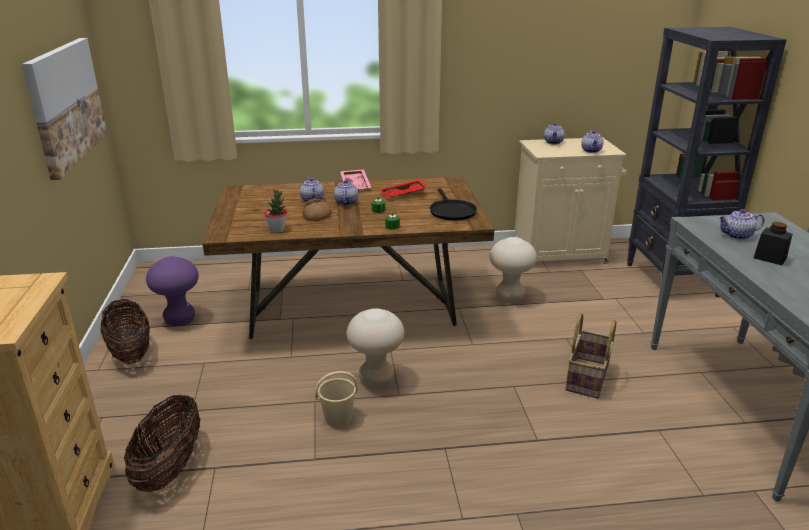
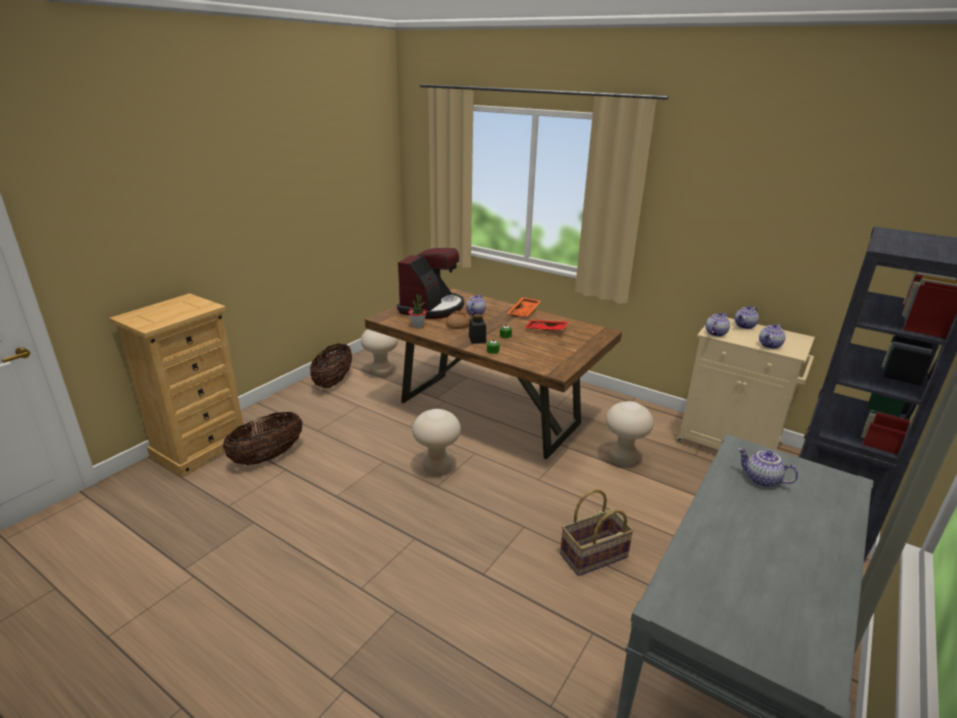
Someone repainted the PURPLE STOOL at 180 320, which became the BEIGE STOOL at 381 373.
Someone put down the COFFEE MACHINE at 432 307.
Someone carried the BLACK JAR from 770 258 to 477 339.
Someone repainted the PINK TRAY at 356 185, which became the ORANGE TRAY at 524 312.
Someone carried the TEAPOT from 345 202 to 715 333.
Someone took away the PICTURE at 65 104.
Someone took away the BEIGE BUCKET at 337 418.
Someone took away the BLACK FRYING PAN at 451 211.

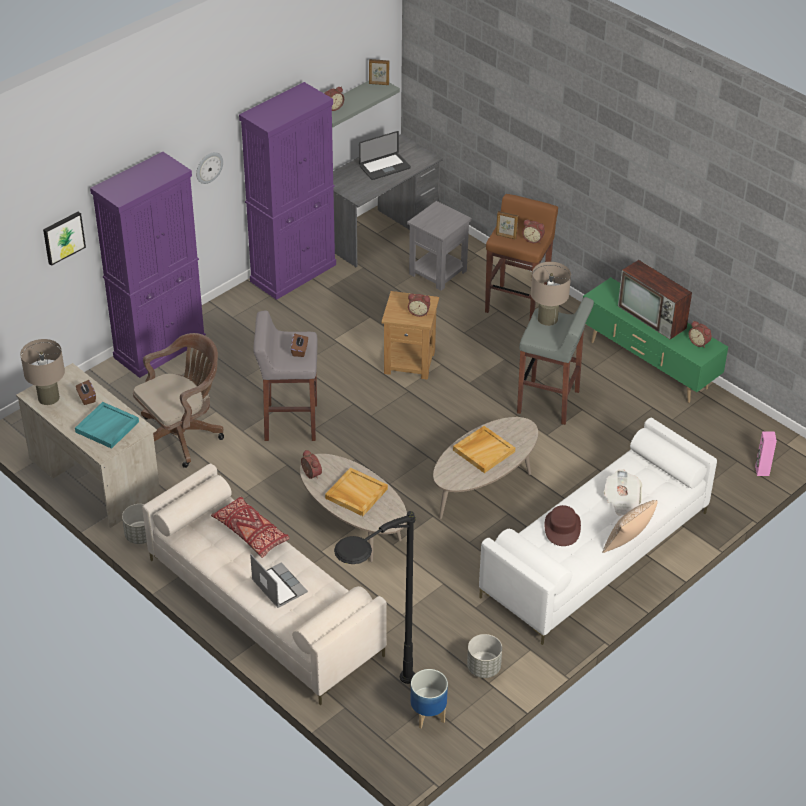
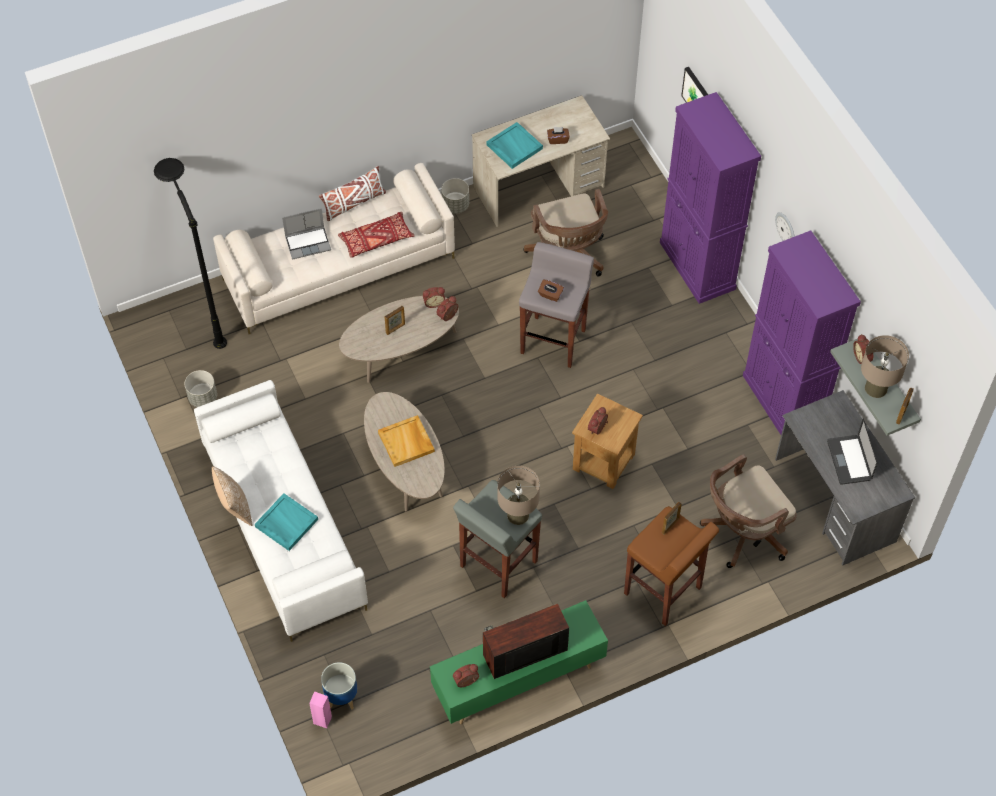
Someone swapped the NEWSPAPER at 622 501 for the TURQUOISE TRAY at 286 523.
Someone put down the WHITE PILLOW at 353 204.
Someone carried the PLANTER from 427 714 to 342 697.
Someone swapped the BEIGE TRAY at 355 494 for the PICTURE FRAME at 395 328.
Someone carried the ALARM CLOCK from 533 239 to 448 316.
Someone swapped the GREY SIDE TABLE at 437 273 for the BROWN OFFICE CHAIR at 742 533.
Someone carried the BEIGE TABLE LAMP from 48 397 to 876 388.
Someone took away the BROWN HAT at 562 528.

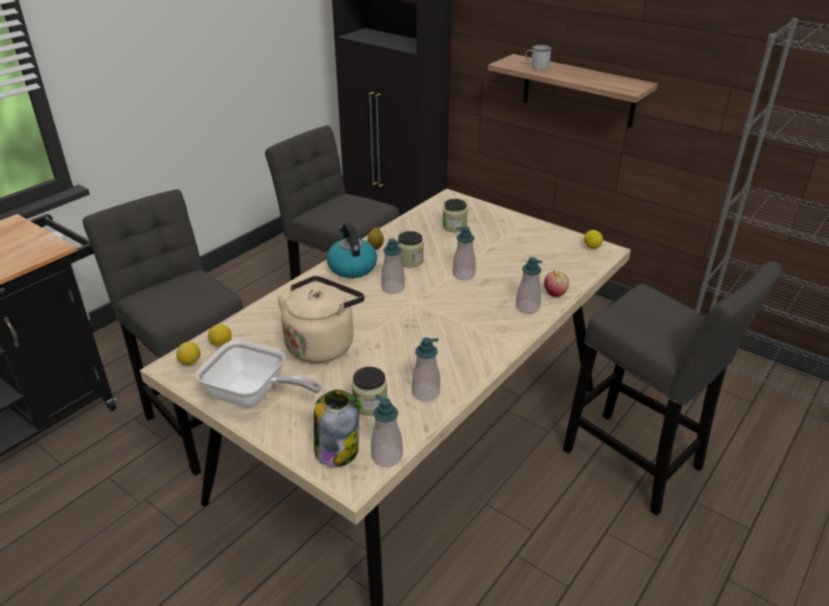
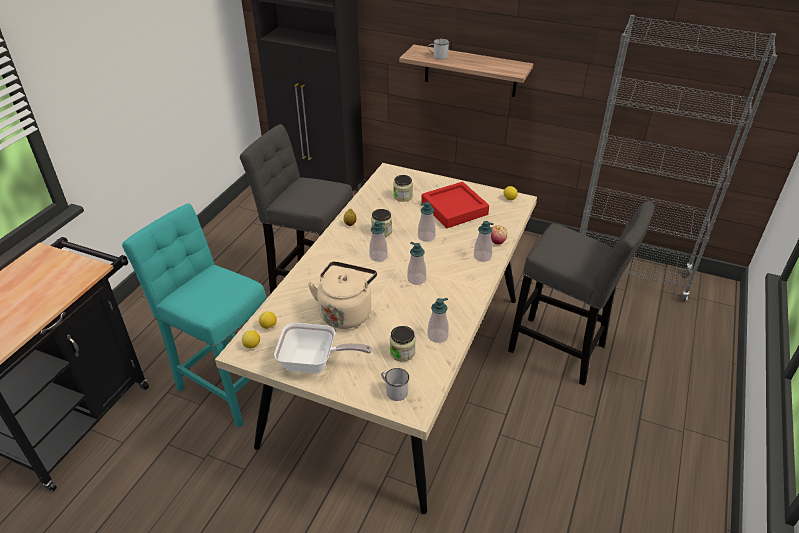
Someone repainted the GREY STOOL at 202 422, which became the TURQUOISE STOOL at 227 384.
Someone swapped the JAR at 337 449 for the WHITE MUG at 394 390.
Someone carried the SOAP DISPENSER from 387 456 to 416 279.
Someone put down the RED TRAY at 454 209.
Someone took away the KETTLE at 351 267.

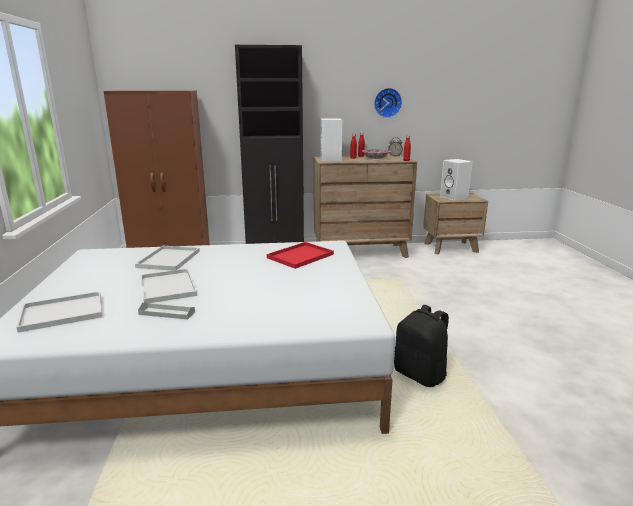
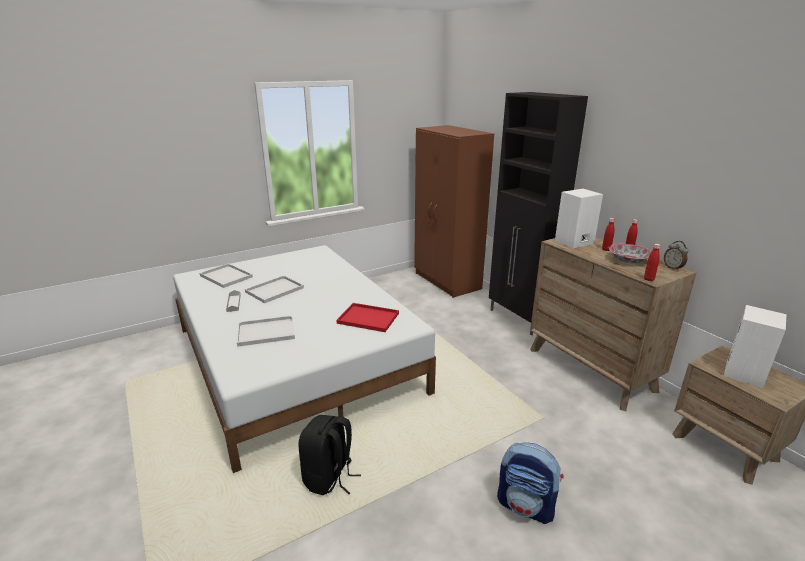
Someone carried the WHITE TRAY from 169 259 to 265 332.
Someone put down the BACKPACK at 526 506.
Someone took away the WALL CLOCK at 387 102.

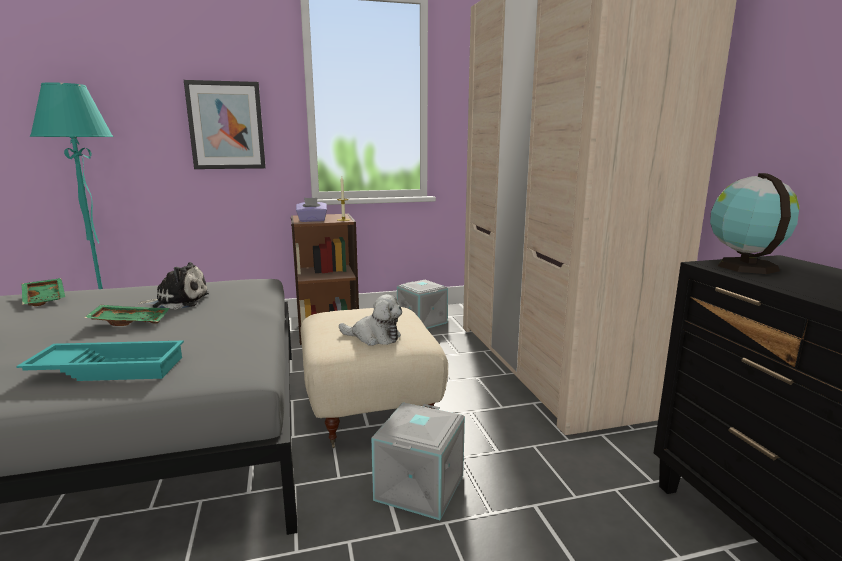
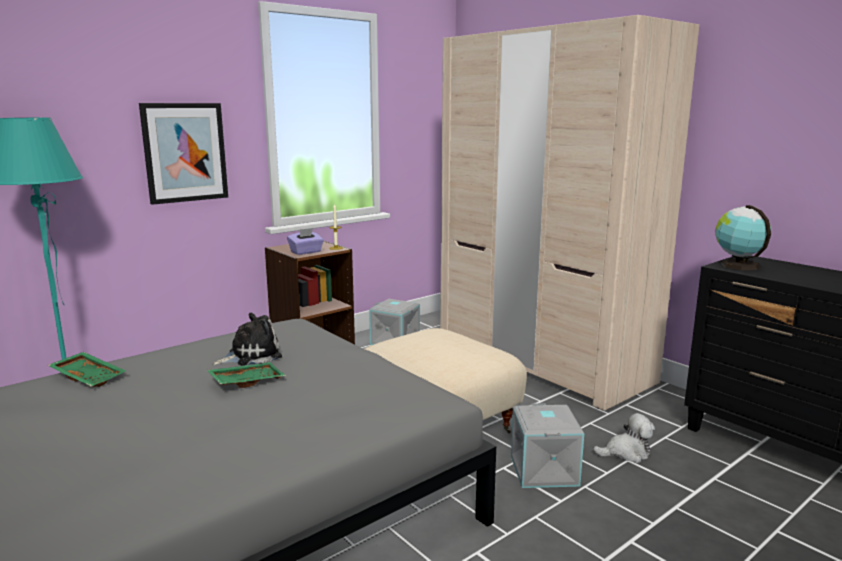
Someone carried the PLUSH TOY from 374 337 to 626 453.
Someone took away the TURQUOISE TRAY at 110 368.

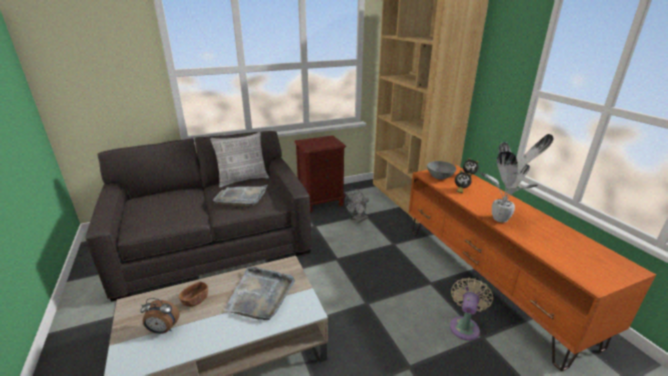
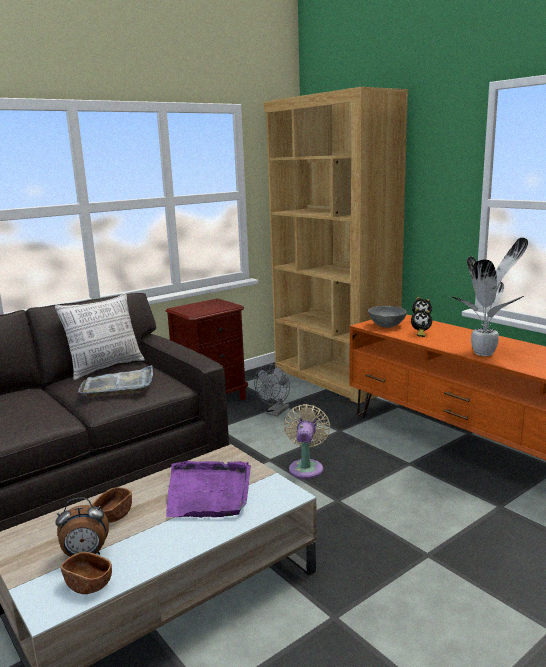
Someone put down the BROWN BOWL at 89 584.
Someone repainted the GREY TRAY at 260 295, which became the PURPLE TRAY at 208 492.
Someone carried the BEIGE FAN from 465 326 to 306 467.

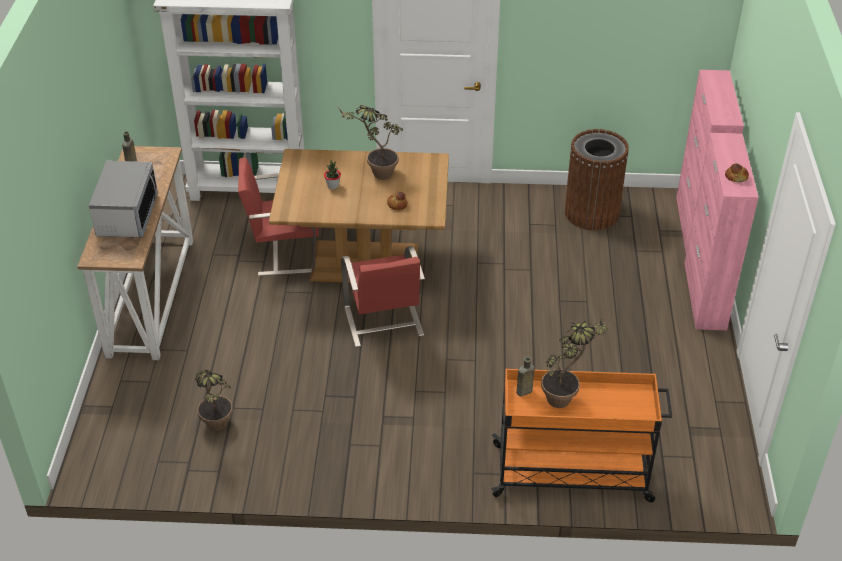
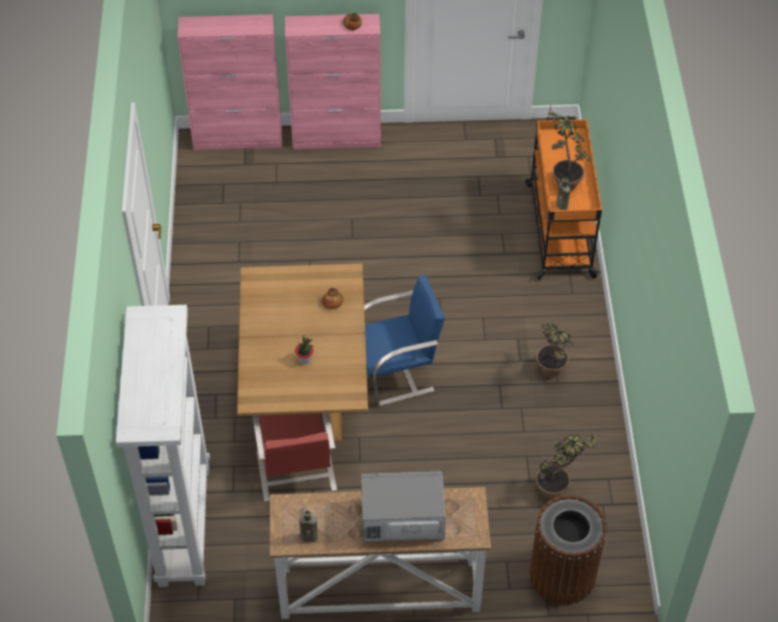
Someone repainted the RED CHAIR at 383 322, which became the BLUE CHAIR at 397 372.
Someone carried the BROWN TRASH CAN from 591 213 to 562 575.
Someone carried the POTTED PLANT from 375 173 to 551 375.

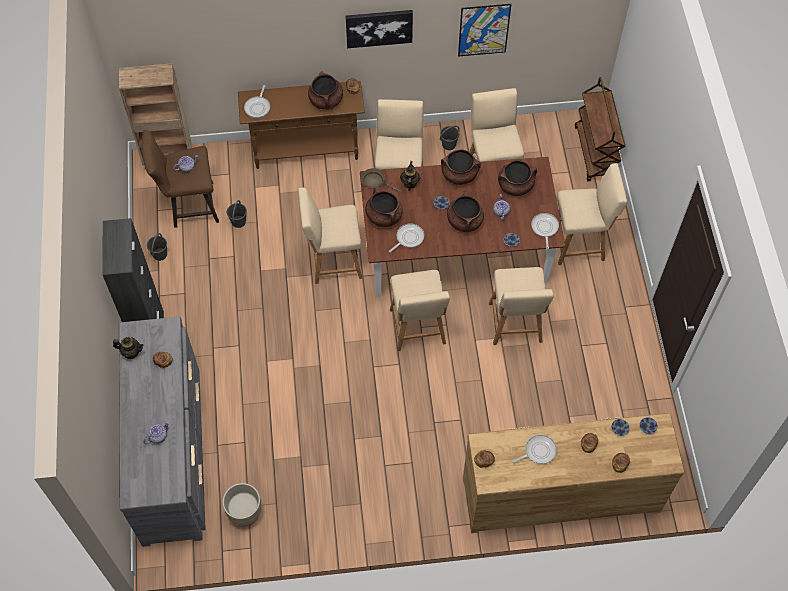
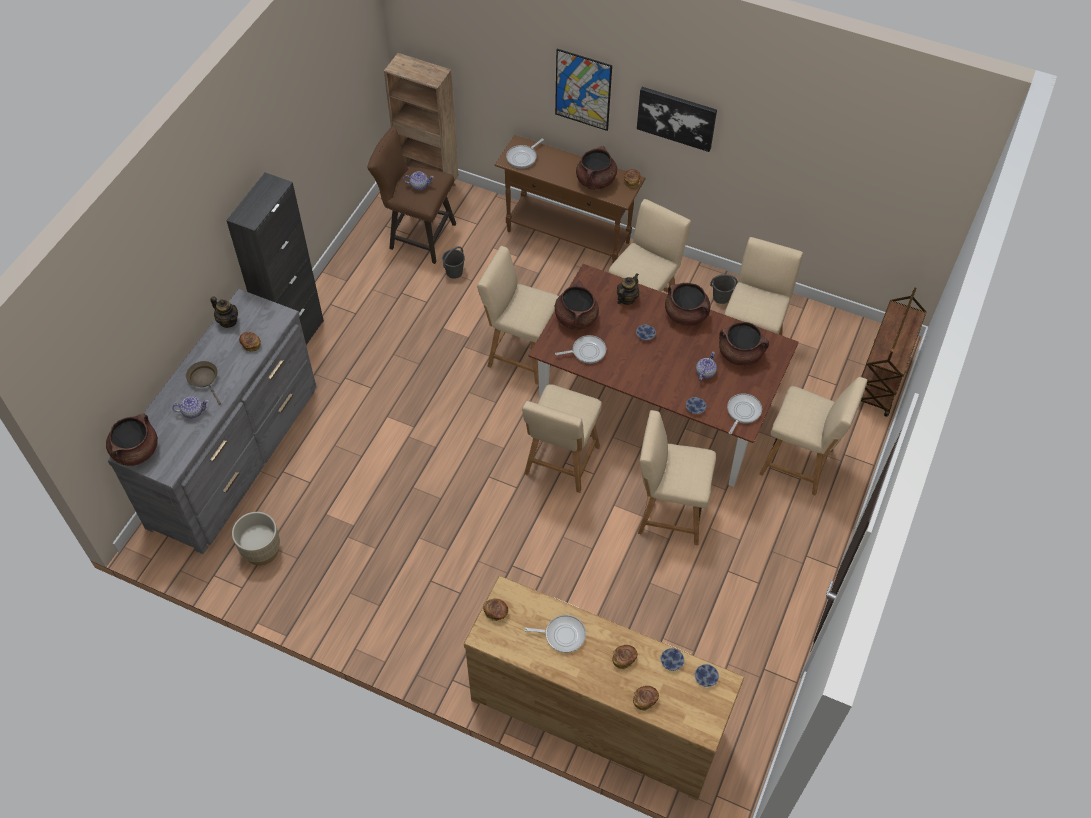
Someone carried the BROWN COOKING POT from 464 221 to 136 451.
Someone carried the BROWN FRYING PAN from 375 182 to 204 379.
Someone carried the PICTURE from 484 30 to 583 90.
Someone rotated the BEIGE CHAIR at 515 325 by 75 degrees clockwise.
Someone took away the GREY BUCKET at 160 254.

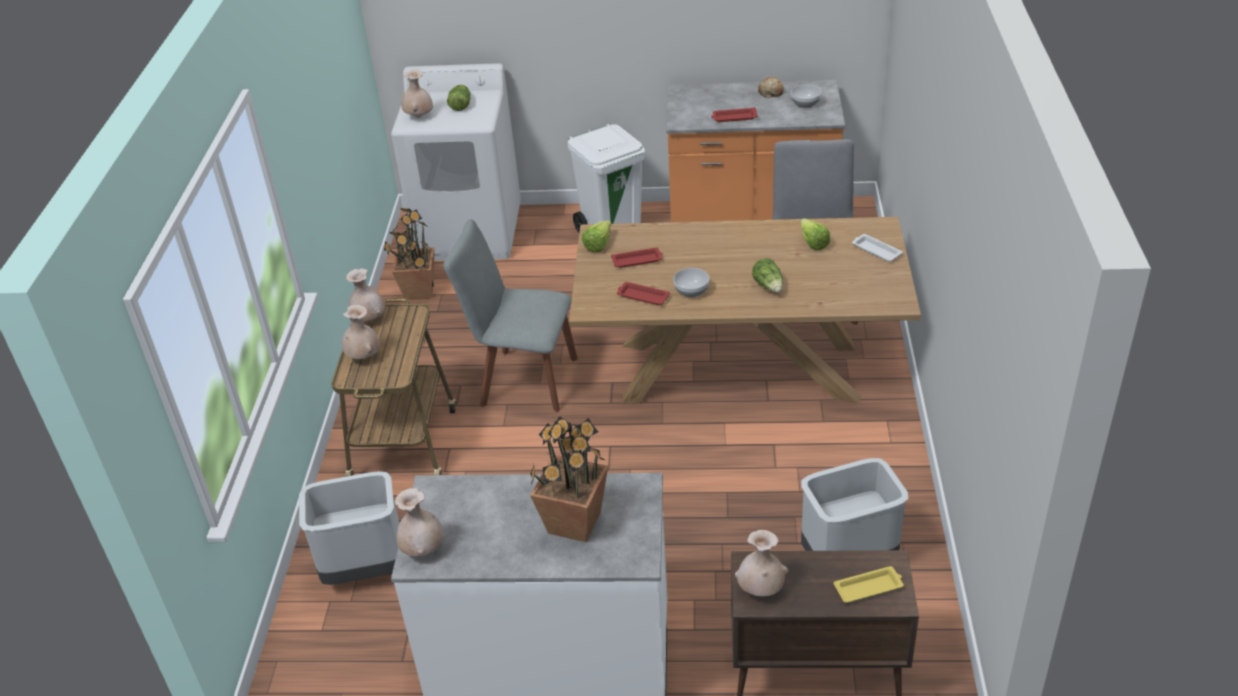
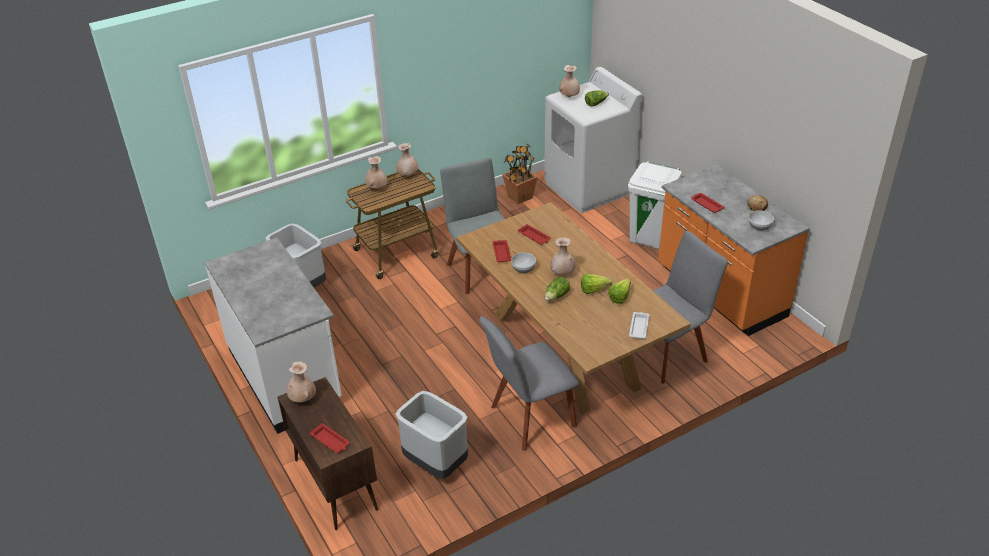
Someone repainted the YELLOW TRAY at 869 587, which became the RED TRAY at 330 441.
Someone put down the GREY CHAIR at 529 418.
Someone carried the BEIGE VASE from 423 549 to 562 273.
Someone carried the LETTUCE from 601 243 to 596 290.
Someone took away the POTTED PLANT at 574 522.

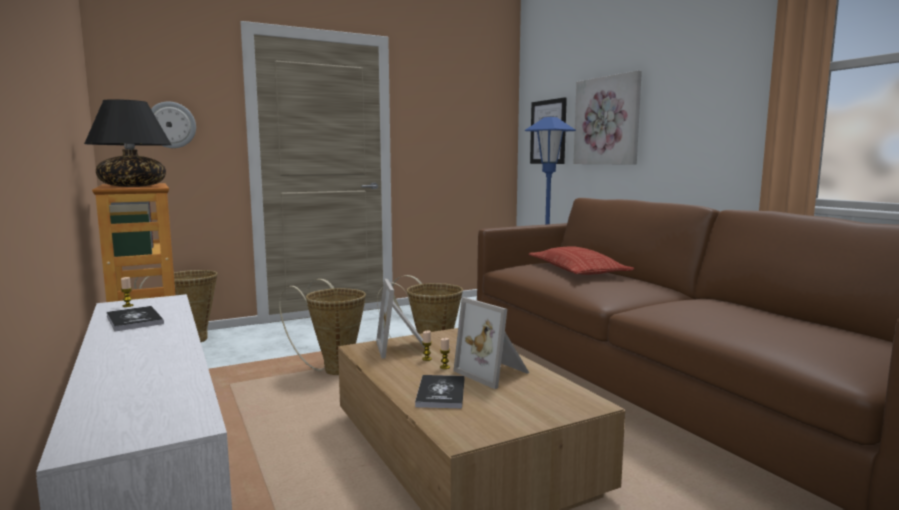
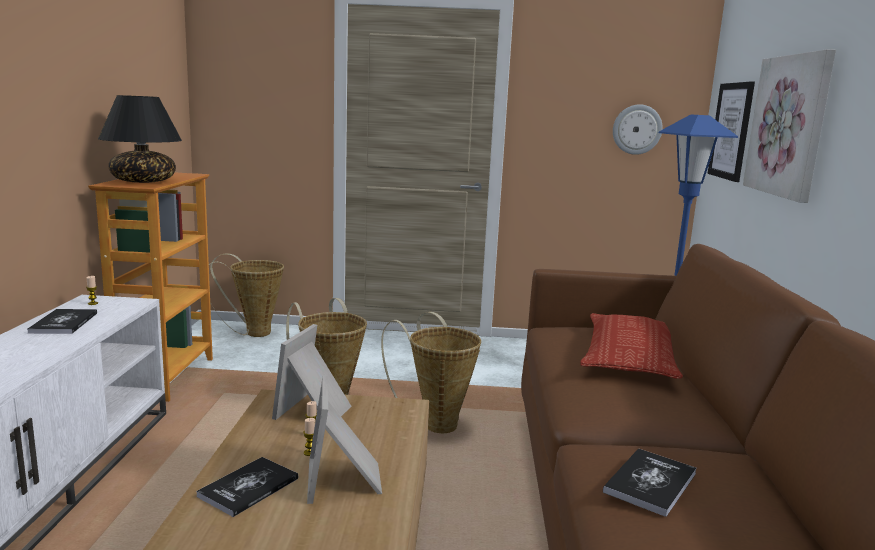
Someone put down the BOOK at 650 483.
Someone carried the WALL CLOCK from 171 125 to 637 129.

